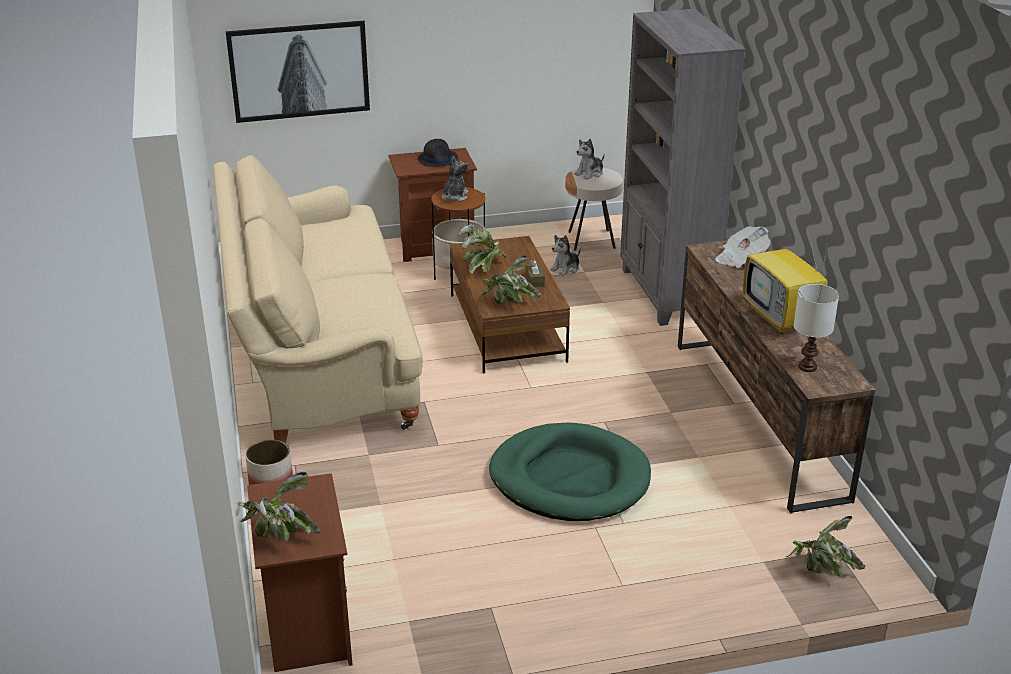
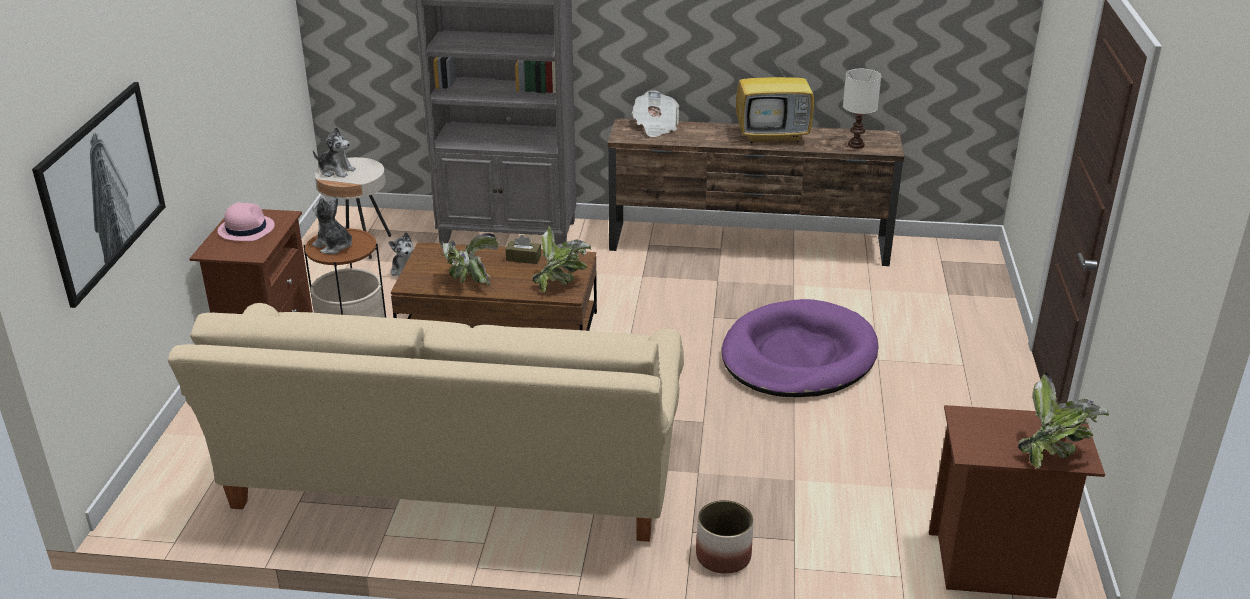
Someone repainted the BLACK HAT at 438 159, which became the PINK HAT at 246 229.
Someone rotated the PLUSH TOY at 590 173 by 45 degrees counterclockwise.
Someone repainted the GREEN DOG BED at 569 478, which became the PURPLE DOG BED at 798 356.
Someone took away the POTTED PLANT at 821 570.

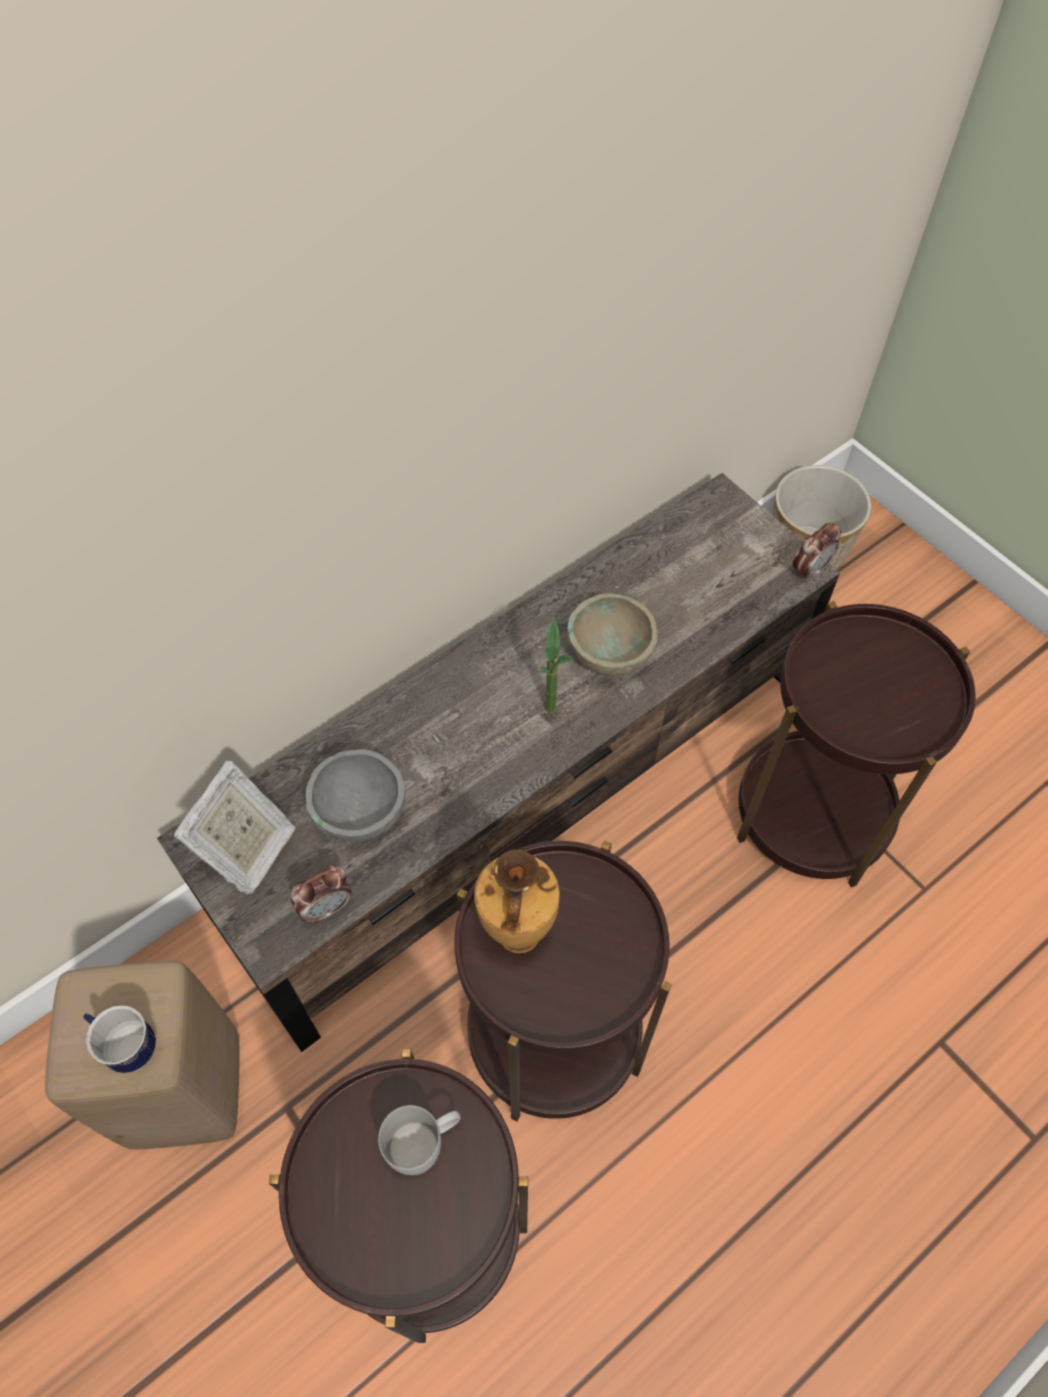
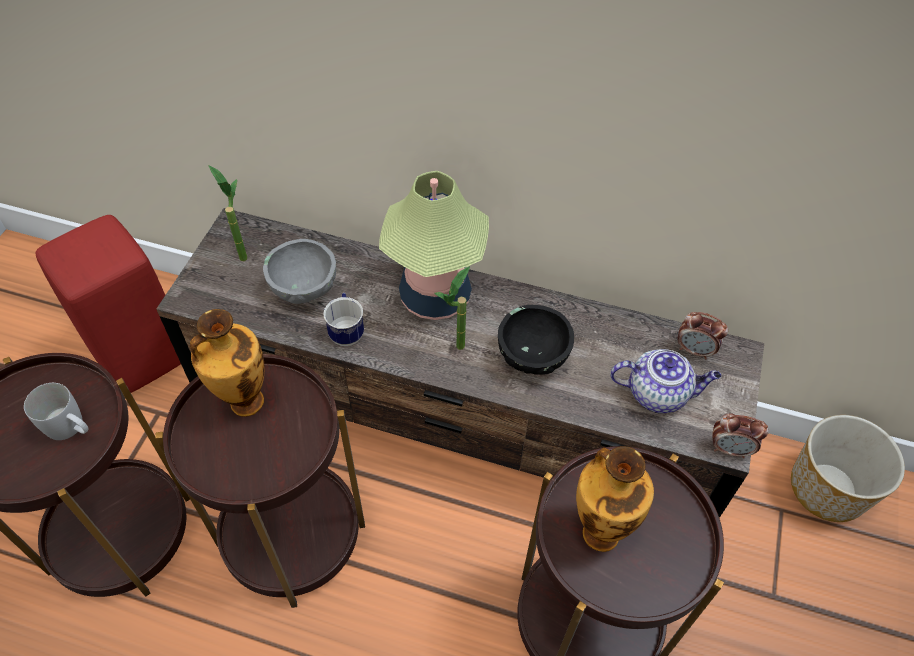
Someone repainted the BEIGE STOOL at 183 1092, which became the RED STOOL at 140 356.
Someone swapped the PICTURE FRAME at 248 852 for the POTTED PLANT at 241 252.
Someone carried the MUG from 127 1045 to 346 331.
Someone put down the TABLE LAMP at 435 295.
Someone repainted the BEIGE BOWL at 610 655, which became the BLACK BOWL at 533 357.
Someone put down the VASE at 599 531.
Someone put down the TEAPOT at 658 393.
Someone carried the ALARM CLOCK from 326 907 to 694 350.

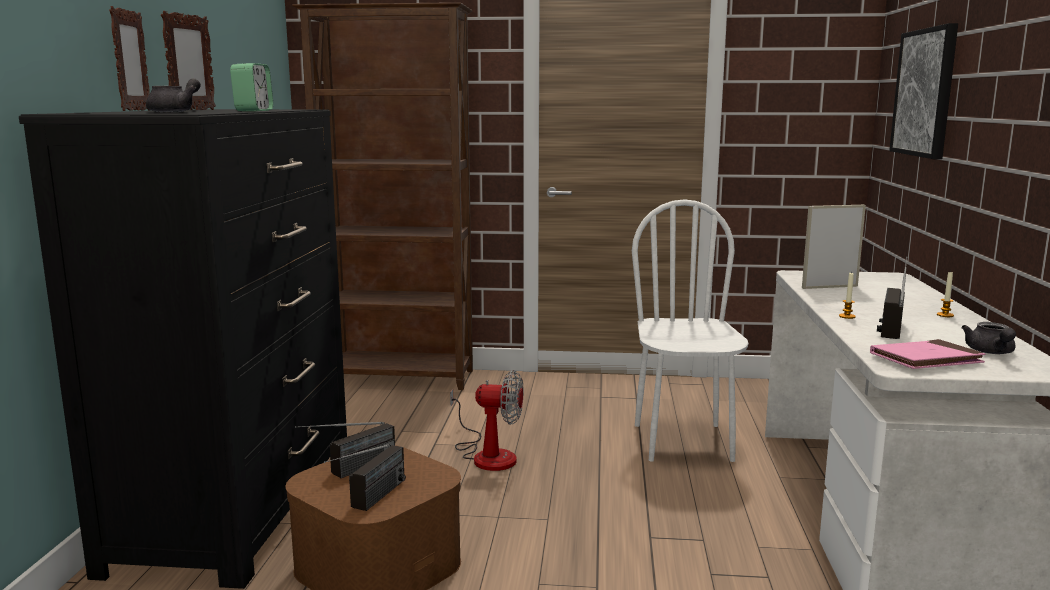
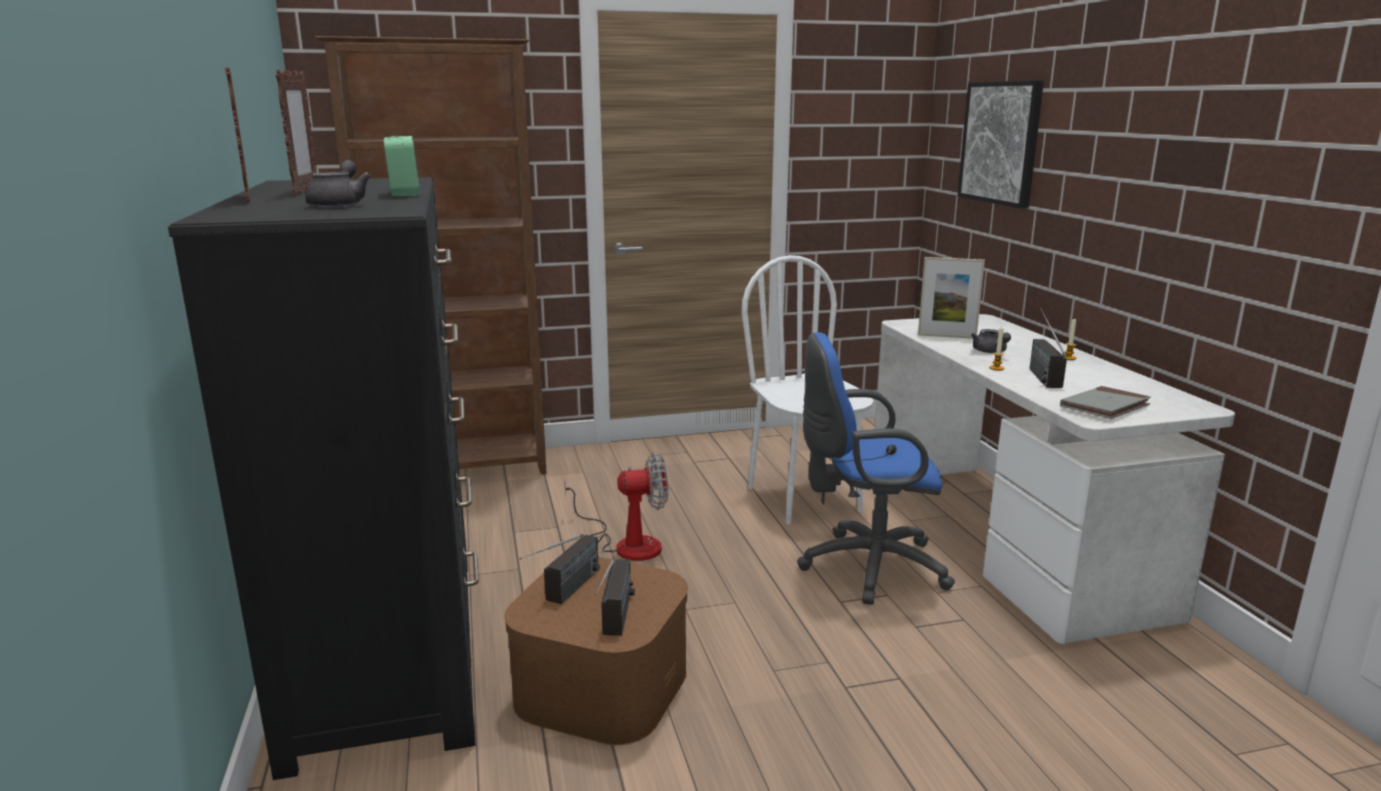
Someone put down the BLUE OFFICE CHAIR at 865 567.
Someone rotated the PICTURE FRAME at 829 287 by 135 degrees counterclockwise.
Someone carried the GREY TEAPOT from 990 352 to 990 352.
Someone repainted the PINK BOOK at 926 359, which became the GREY BOOK at 1104 407.

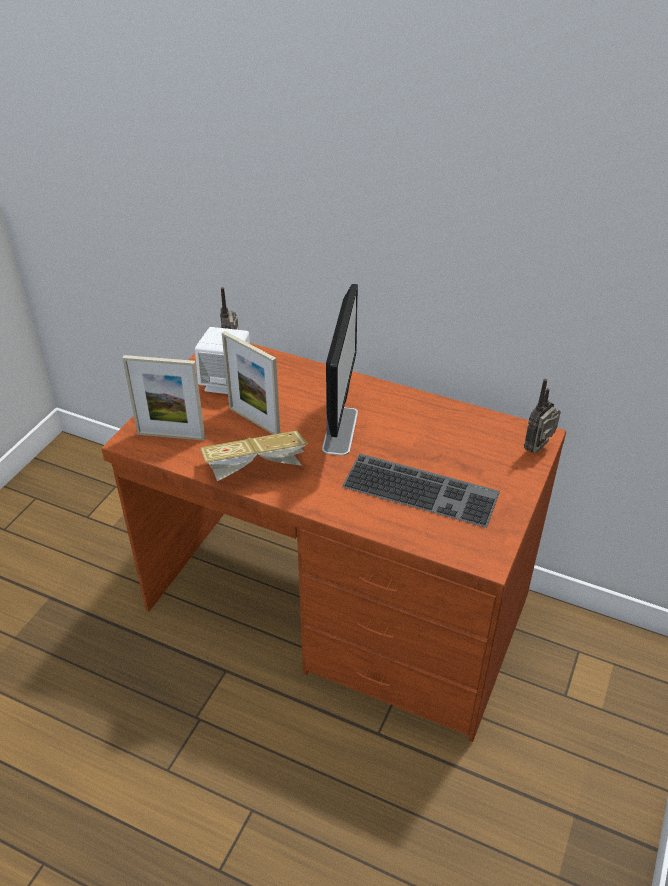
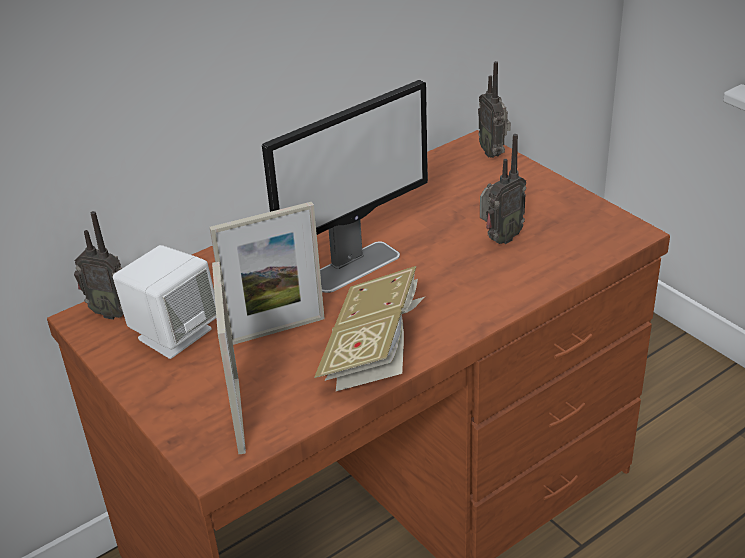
Someone rotated the PICTURE FRAME at 171 436 by 45 degrees counterclockwise.
Someone rotated the MONITOR at 340 430 by 105 degrees clockwise.
Someone swapped the KEYBOARD at 422 488 for the RADIO at 499 239.

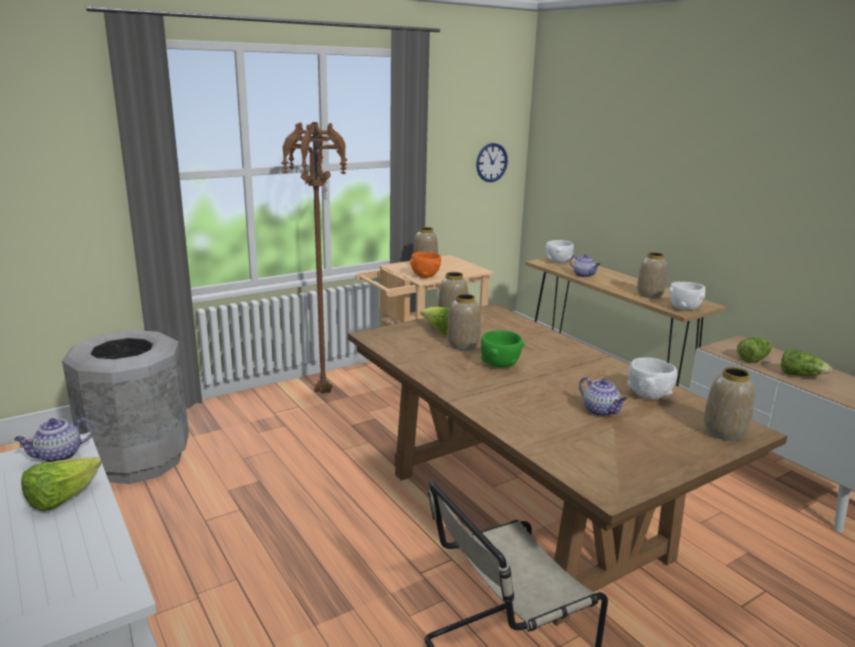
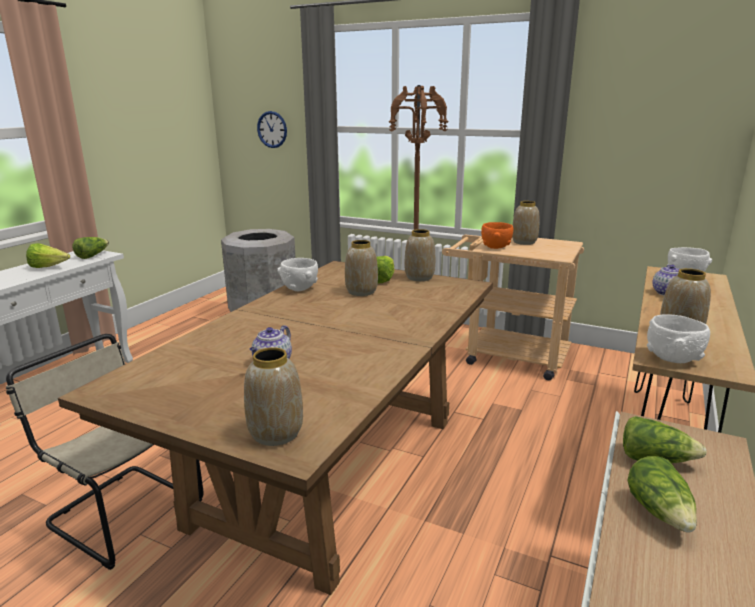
Someone swapped the TEAPOT at 58 456 for the LETTUCE at 92 256.
Someone carried the WALL CLOCK from 491 162 to 272 129.
Someone carried the WHITE BOWL from 649 395 to 299 289.
Someone took away the GREEN BOWL at 499 365.

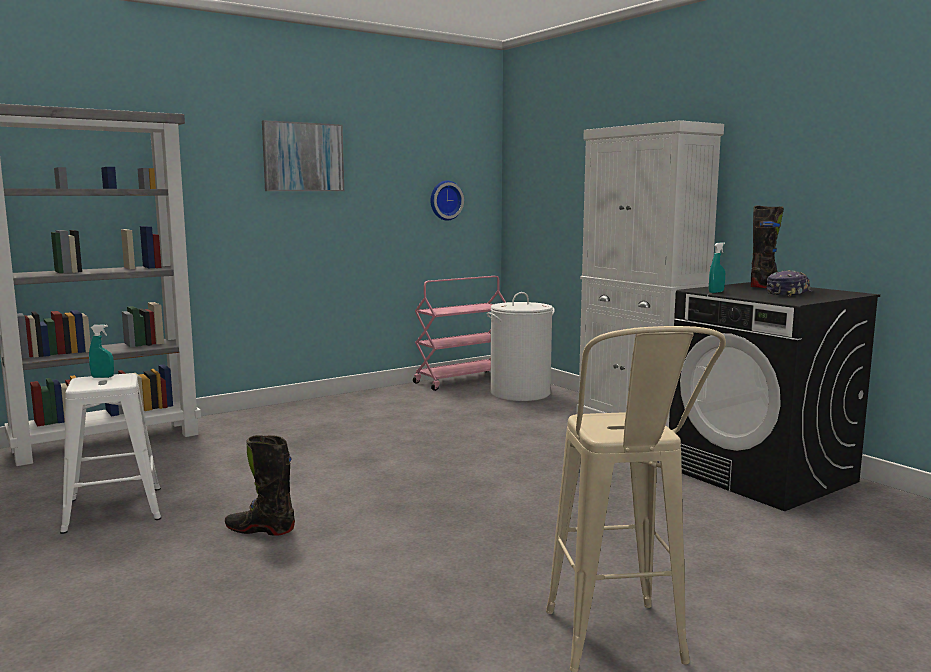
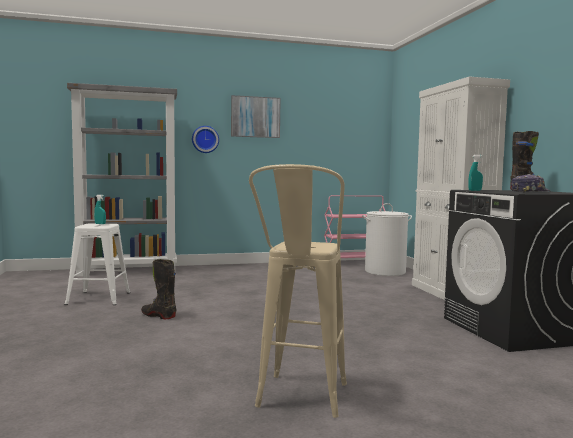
Someone carried the WALL CLOCK from 445 200 to 205 139.

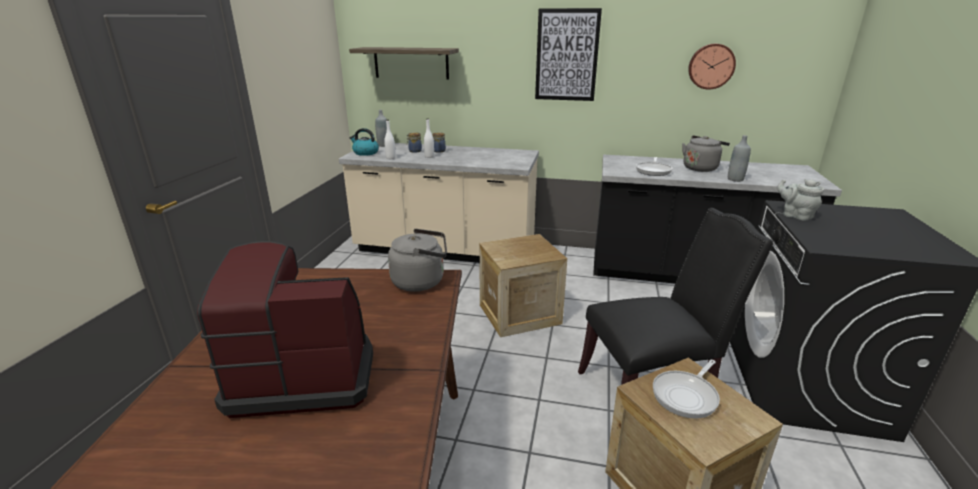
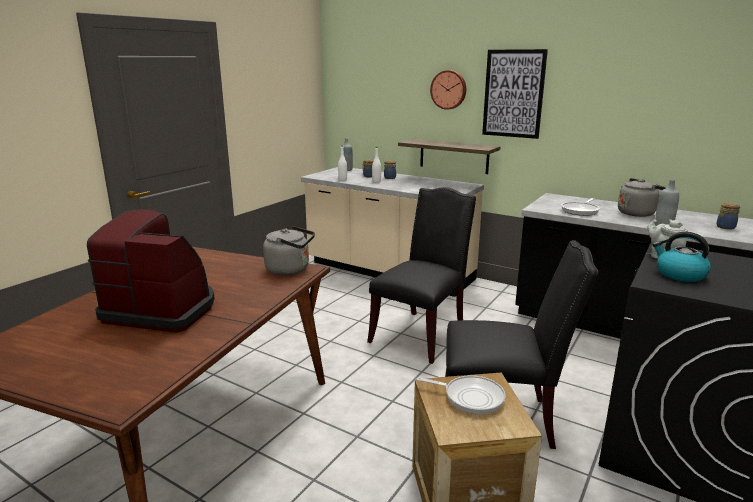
Someone swapped the CRATE at 519 314 for the BLACK CHAIR at 421 333.
Someone carried the SHELF from 411 63 to 454 156.
Someone rotated the FRYING PAN at 686 395 by 135 degrees counterclockwise.
Someone carried the WALL CLOCK from 711 66 to 449 89.
Someone carried the KETTLE from 365 153 to 679 274.
Someone put down the JAR at 725 227.

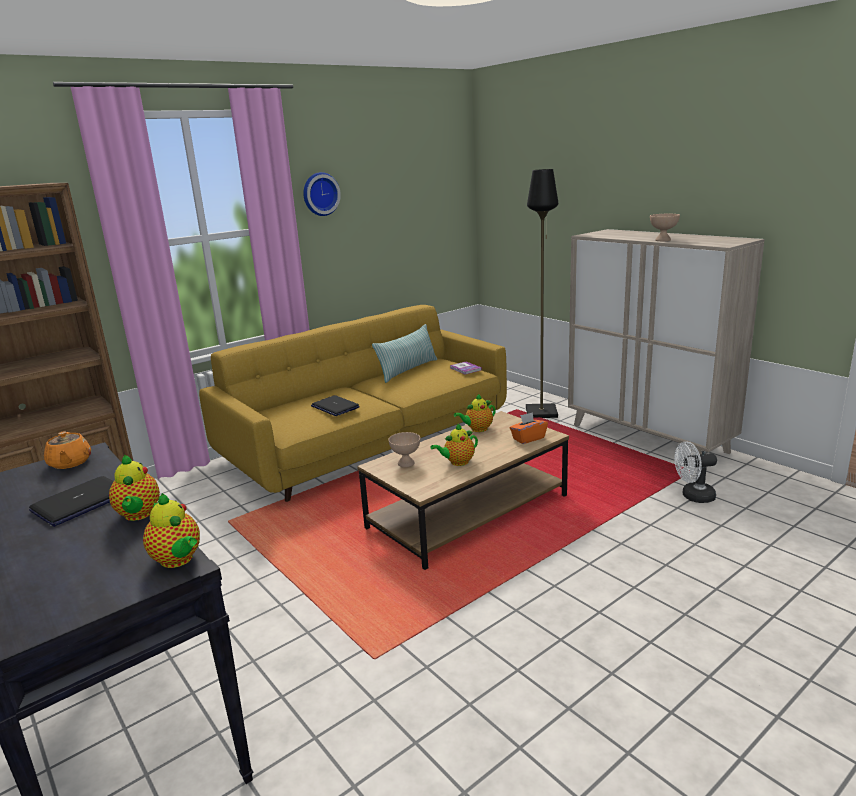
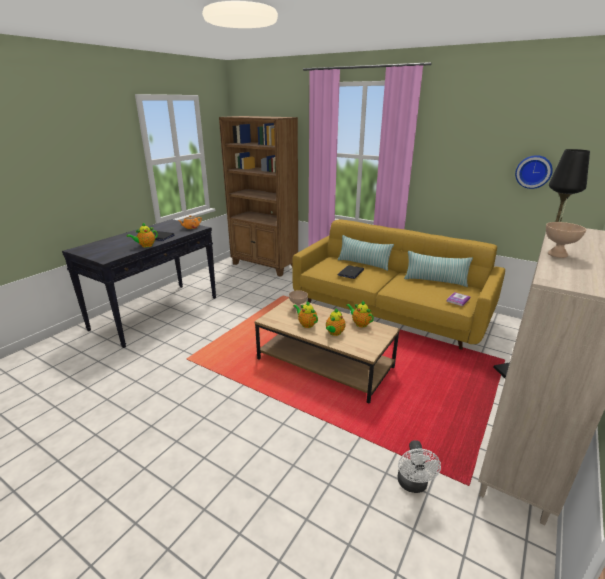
Someone carried the TEAPOT from 178 560 to 334 333.
Someone put down the PILLOW at 363 264.
Someone rotated the WHITE FAN at 693 496 by 150 degrees counterclockwise.
Someone carried the WALL CLOCK from 320 194 to 533 171.
Someone took away the ORANGE TISSUE BOX at 528 438.

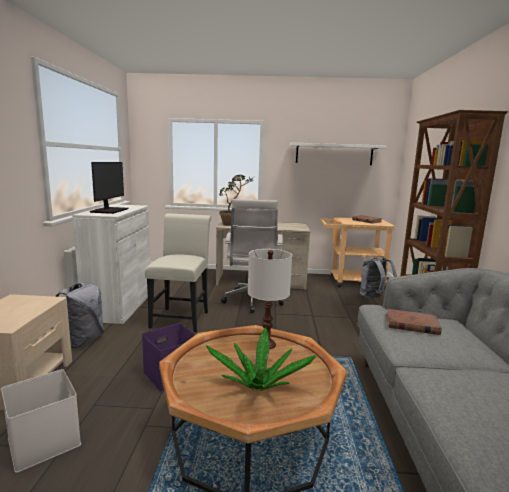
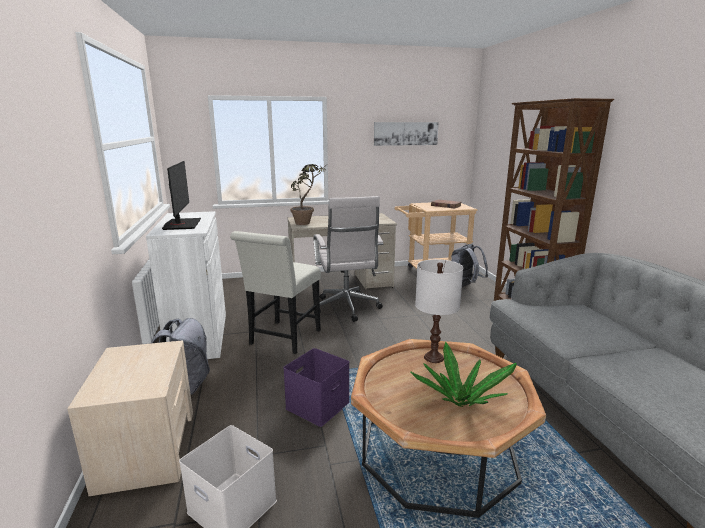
Someone rotated the WHITE CHAIR at 181 318 by 150 degrees counterclockwise.
Someone swapped the WHITE SHELF at 334 154 for the PICTURE at 405 133.
Someone took away the BROWN BOOK at 411 324.

